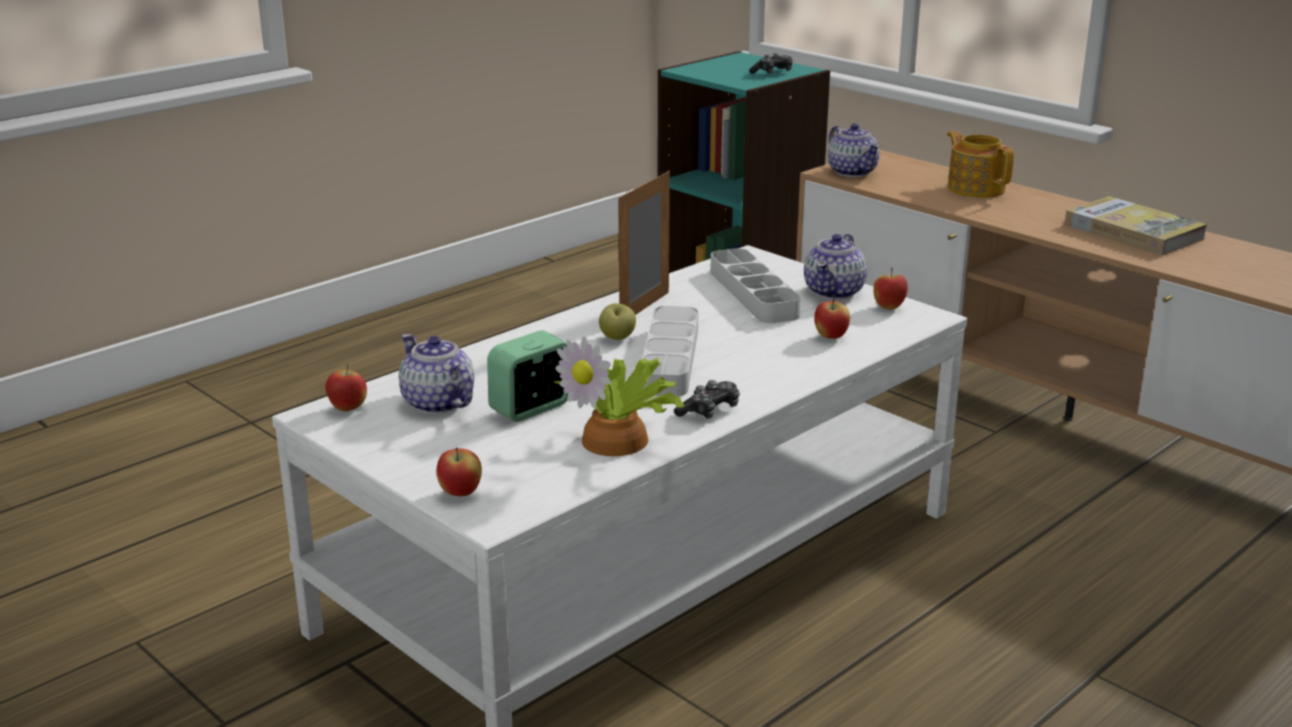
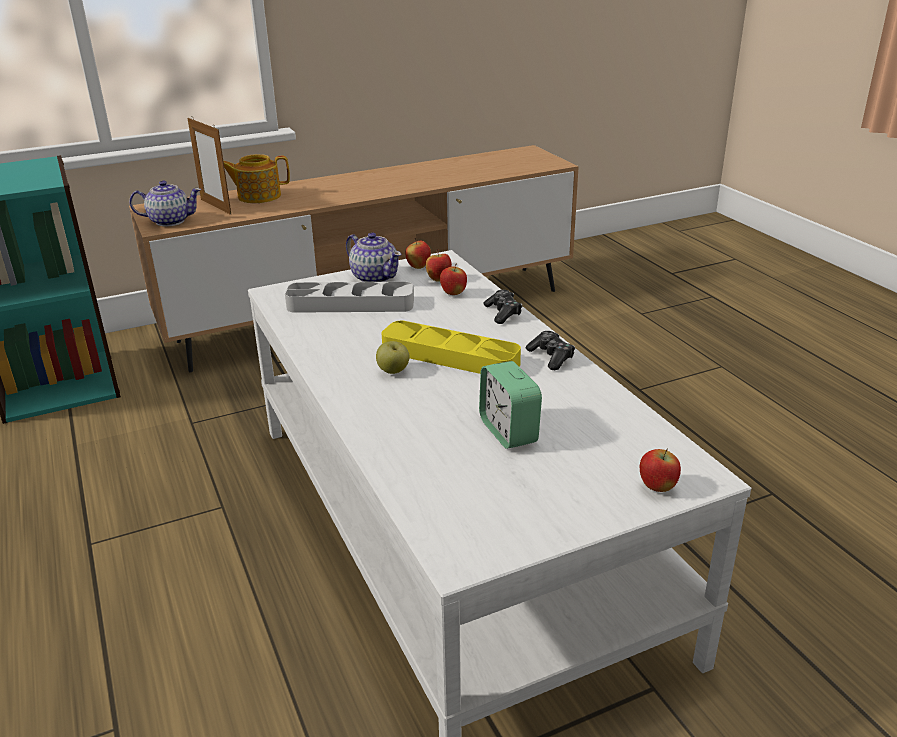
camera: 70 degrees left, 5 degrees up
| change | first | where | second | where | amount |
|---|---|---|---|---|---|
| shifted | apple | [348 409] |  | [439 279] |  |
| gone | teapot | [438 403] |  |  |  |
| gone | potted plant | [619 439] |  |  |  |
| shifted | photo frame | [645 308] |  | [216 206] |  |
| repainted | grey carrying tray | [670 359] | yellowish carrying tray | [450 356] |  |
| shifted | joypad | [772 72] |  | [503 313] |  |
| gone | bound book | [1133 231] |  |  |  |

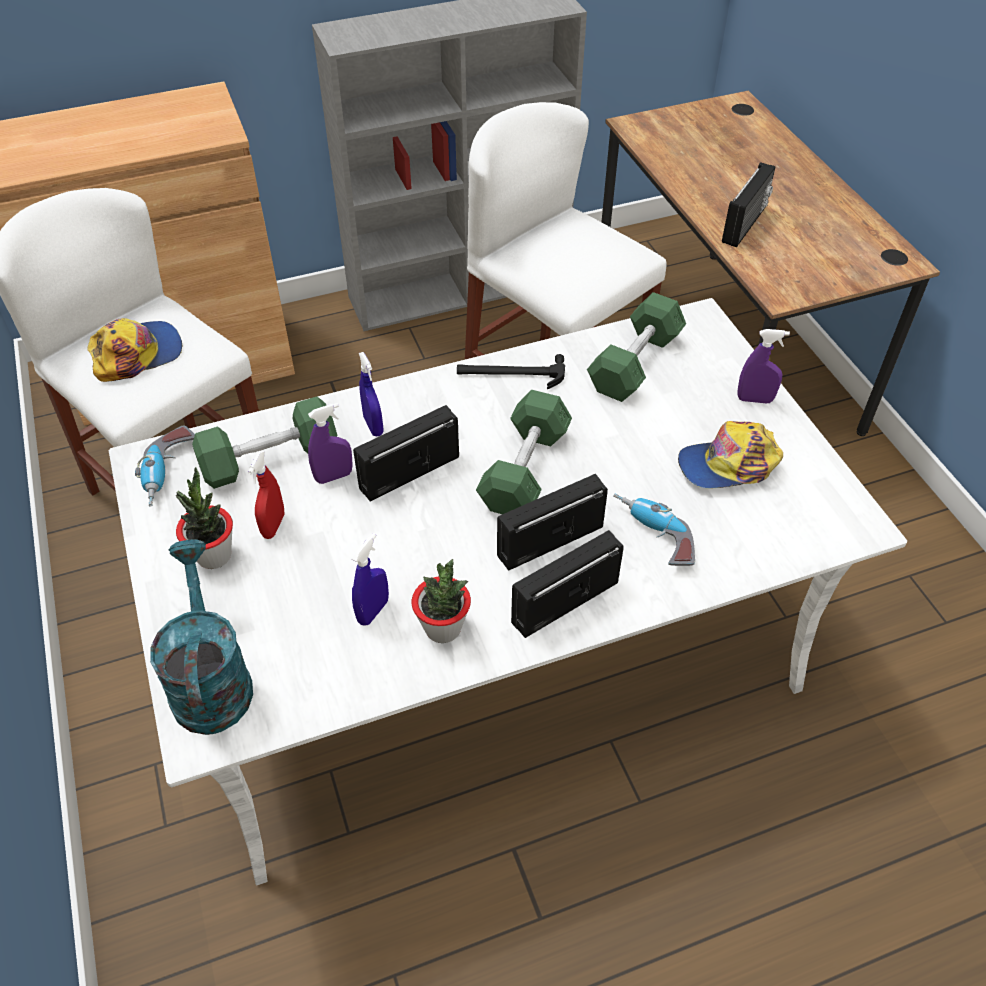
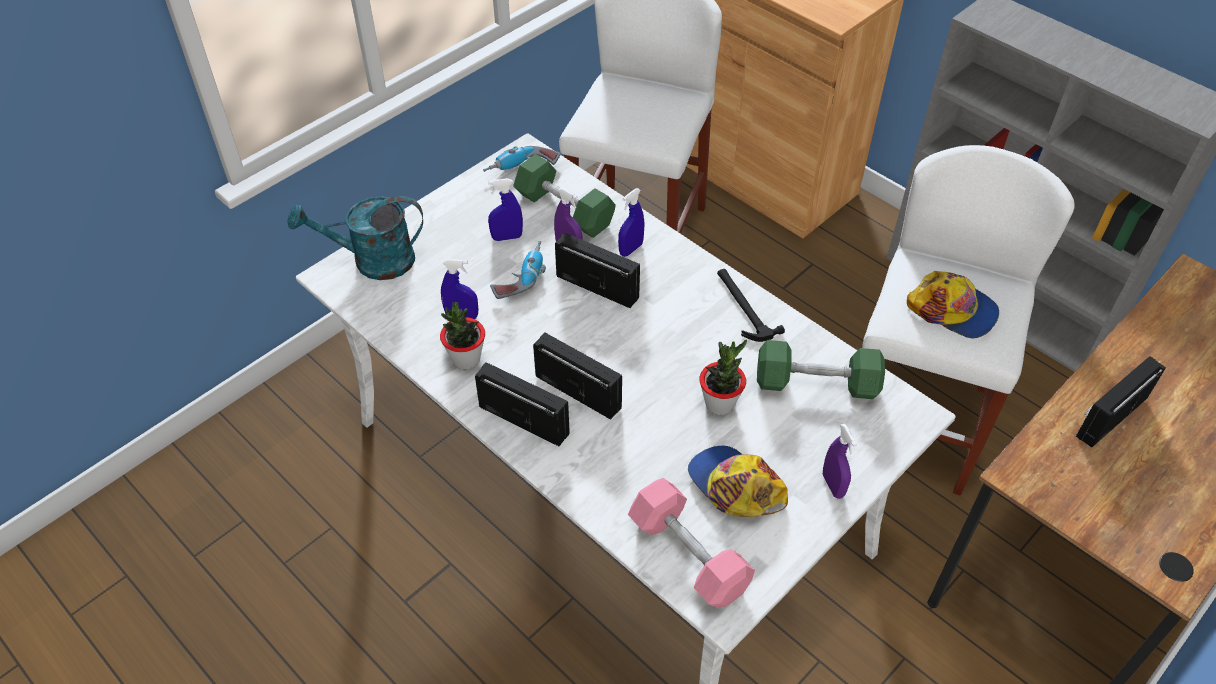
camera: 65 degrees right, 0 degrees up
| change | first | where | second | where | amount |
|---|---|---|---|---|---|
| shifted | baseball cap | [137 354] |  | [952 310] |  |
| rotated | turquoise sprinkling can | [210 679] |  | [372 261] | 150 degrees counterclockwise |
| shifted | potted plant | [214 555] |  | [719 403] |  |
| repainted | red-coloured sprayer | [273 525] | bluish sprayer | [507 237] |  |
| gone | green-coloured free weight | [524 470] |  |  |  |
| shifted | power drill | [652 536] |  | [521 277] |  |
| rotated | radio | [746 224] |  | [1109 416] | 135 degrees clockwise |
| new |  |  | pinkish free weight | [688 554] |  |

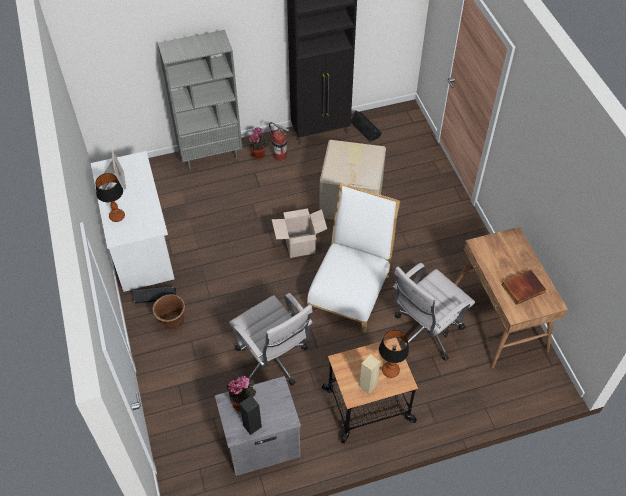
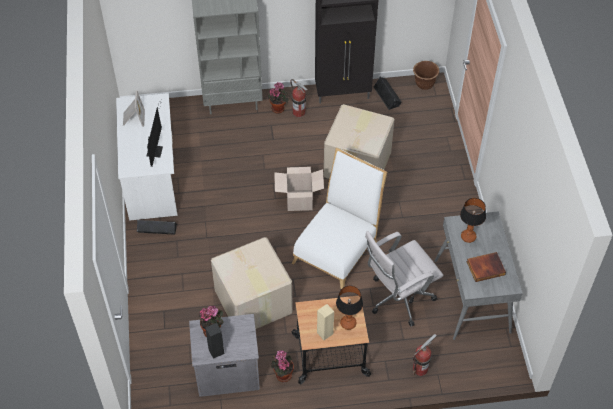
camera: 10 degrees right, 0 degrees up
| change | first | where | second | where | amount |
|---|---|---|---|---|---|
| shifted | tabletop lamp | [117 216] |  | [468 237] |  |
| shifted | brownish flower pot | [172 321] |  | [424 84] |  |
| swapped | white-coloured desk chair | [273 361] | carton | [253 303] |  |
| repainted | brownish desk table | [499 319] | grey desk table | [472 296] |  |
| new |  |  | monitor | [155 149] |  |
| new |  |  | potted plant | [282 374] |  |
| new |  |  | fire-fighting cylinder | [420 369] |  |

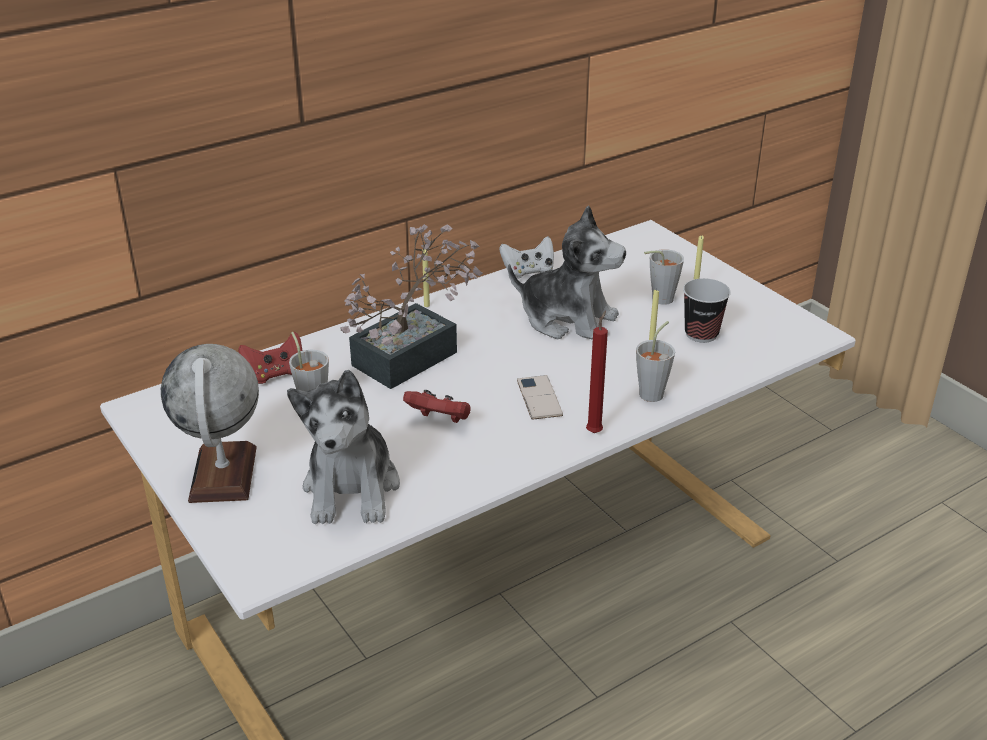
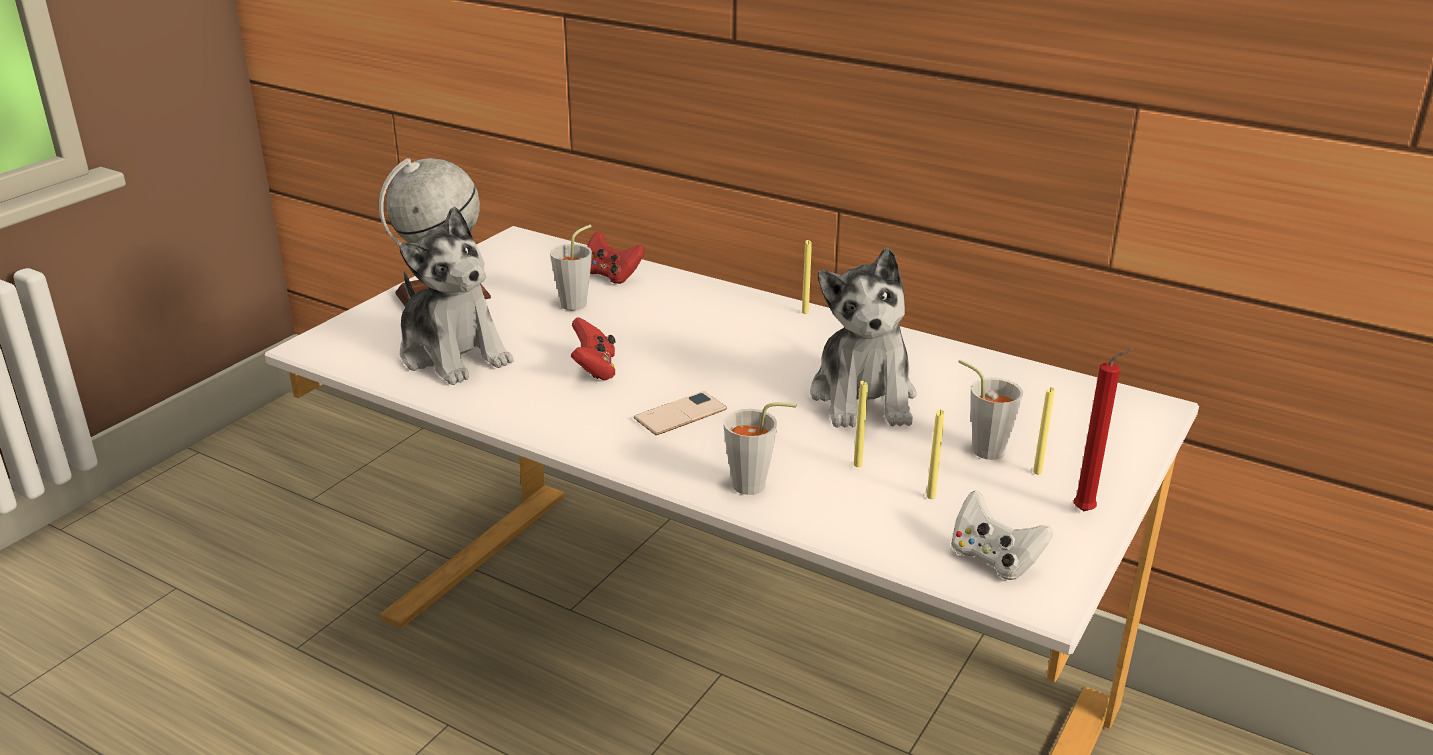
camera: 65 degrees right, 5 degrees down
| change | first | where | second | where | amount |
|---|---|---|---|---|---|
| rotated | plush toy | [352 488] |  | [453 354] | 105 degrees counterclockwise |
| gone | potted plant | [415 354] |  |  |  |
| shifted | white-coloured joypad | [528 271] |  | [993 559] |  |
| shifted | red-coloured wax light | [595 431] |  | [1087 511] |  |
| swapped | small cup | [701 334] | yellowish wax light | [931 496] |  |

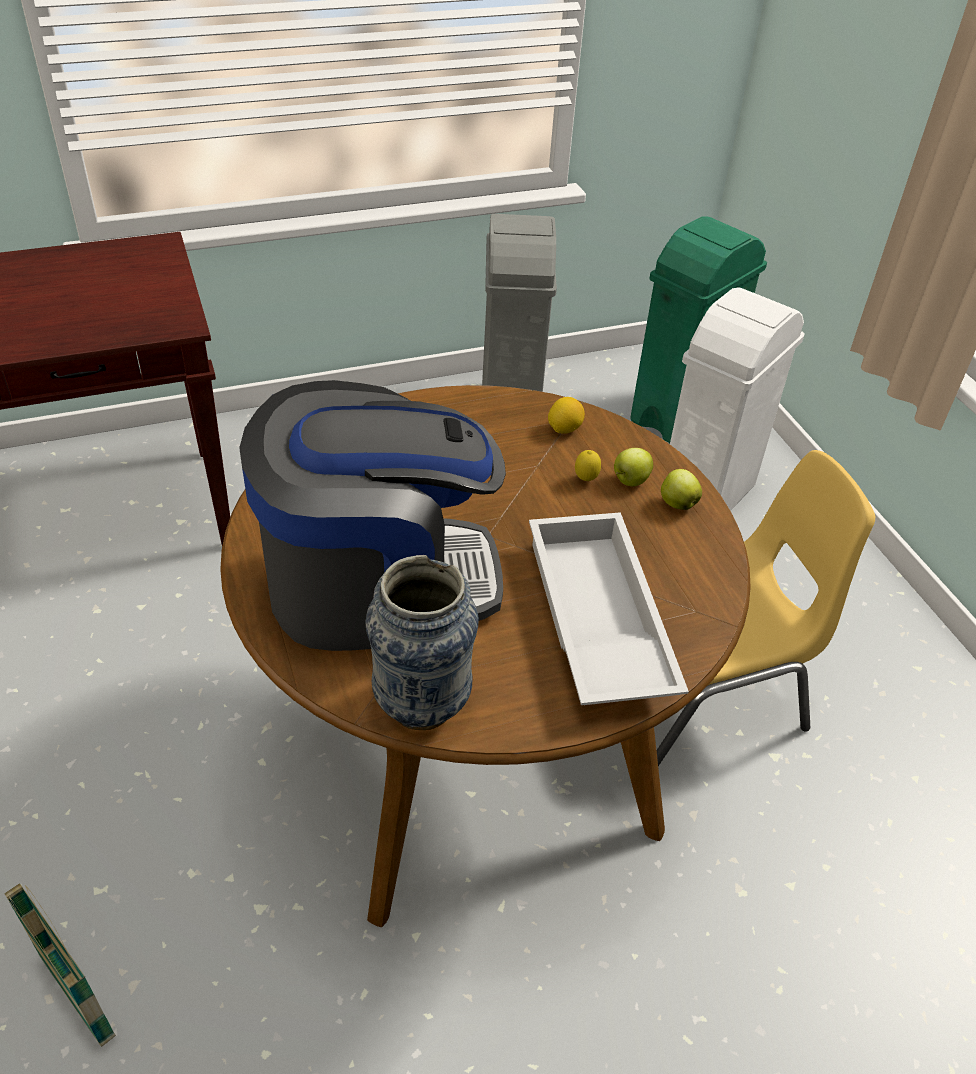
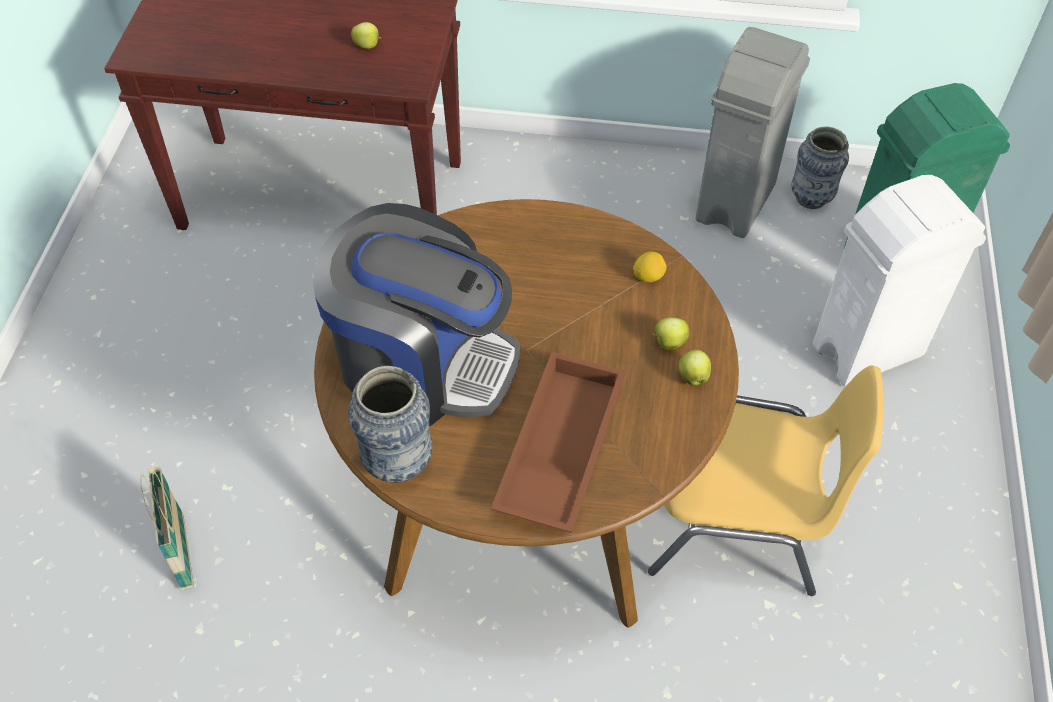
camera: 30 degrees right, 10 degrees up
| change | first | where | second | where | amount |
|---|---|---|---|---|---|
| repainted | white-coloured carrying tray | [594 620] | brownish carrying tray | [558 448] |  |
| gone | lemon | [585 480] |  |  |  |
| new |  |  | apple | [368 46] |  |
| new |  |  | vase | [811 198] |  |

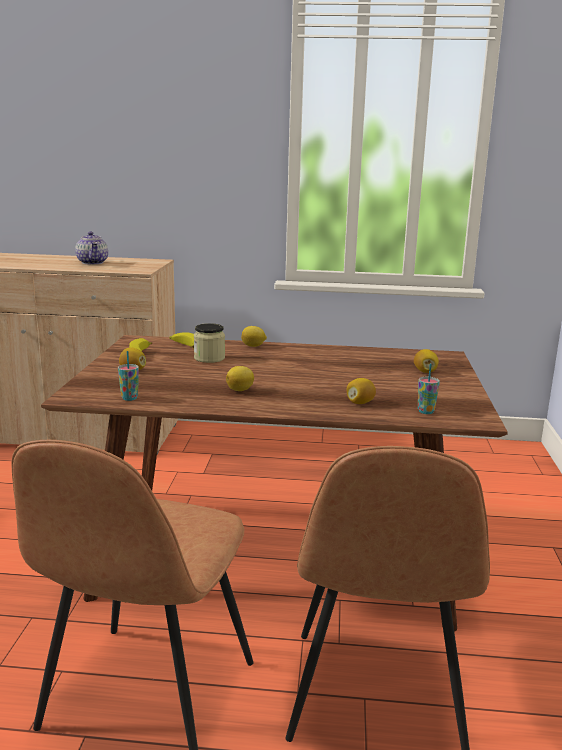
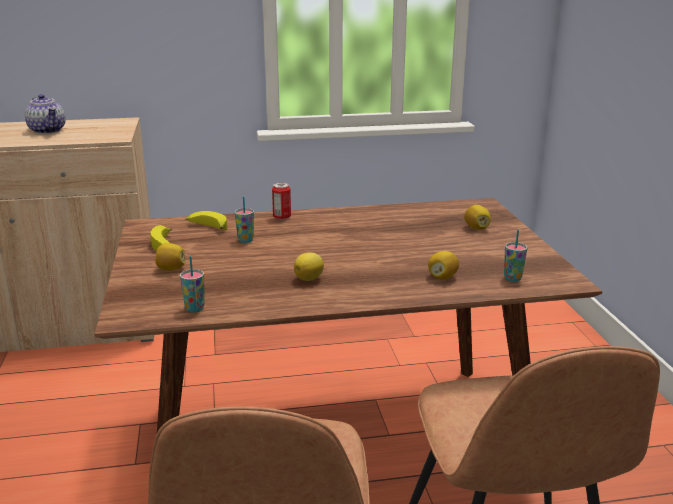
camera: 15 degrees left, 5 degrees up
| change | first | where | second | where | amount |
|---|---|---|---|---|---|
| swapped | preserve jar | [209 358] | small cup | [245 240] |  |
| swapped | lemon | [253 346] | sealed can | [282 217] |  |

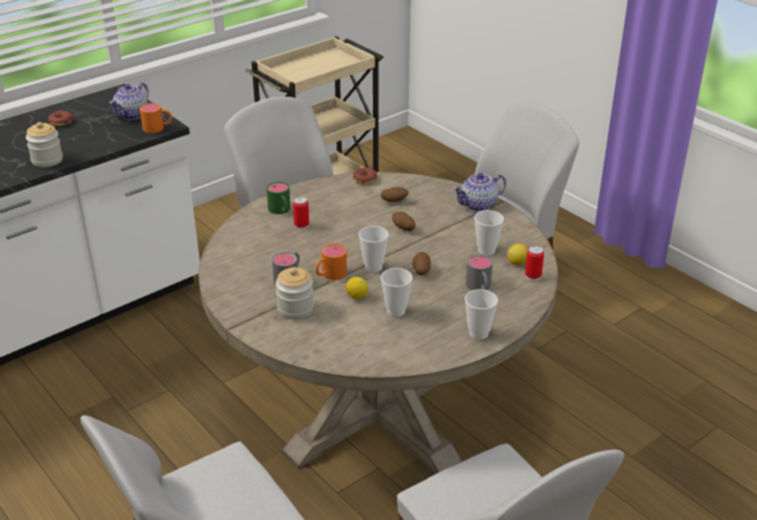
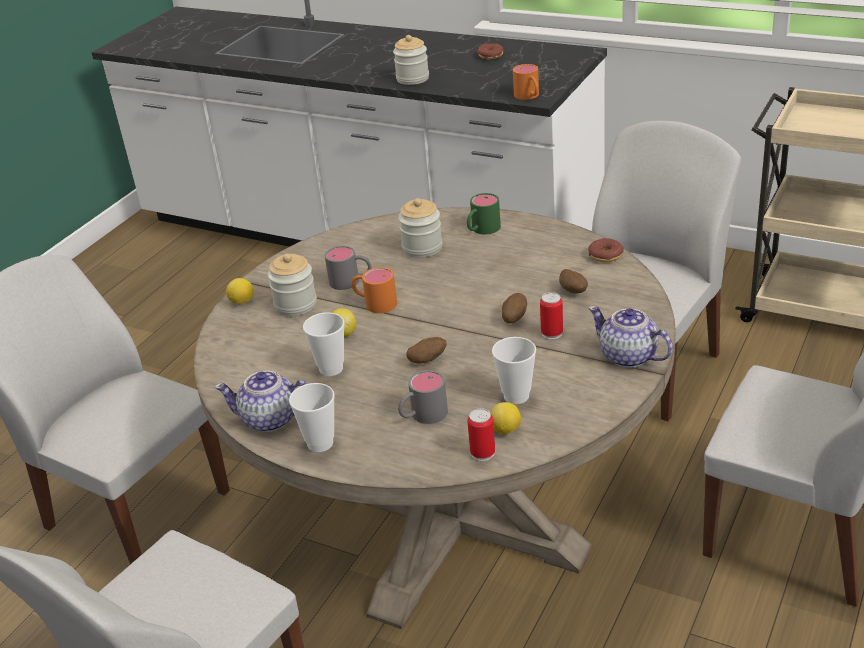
camera: 70 degrees right, 0 degrees up
| change | first | where | second | where | amount |
|---|---|---|---|---|---|
| shifted | teapot | [132 115] |  | [271 419] |  |
| shifted | sealed can | [301 225] |  | [552 333] |  |
| gone | small cup | [373 267] |  |  |  |
| new |  |  | lemon | [242 302] |  |
| new |  |  | preserve jar | [422 248] |  |

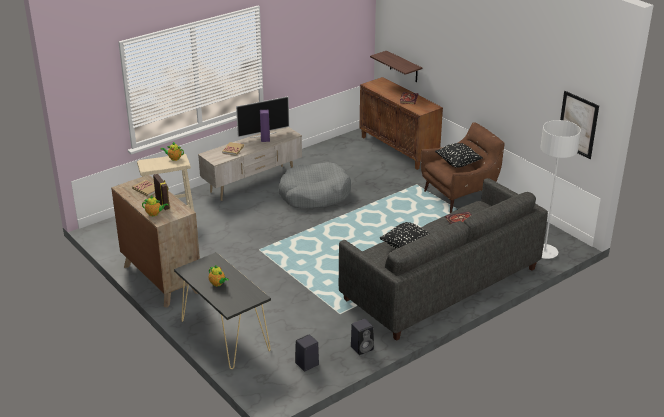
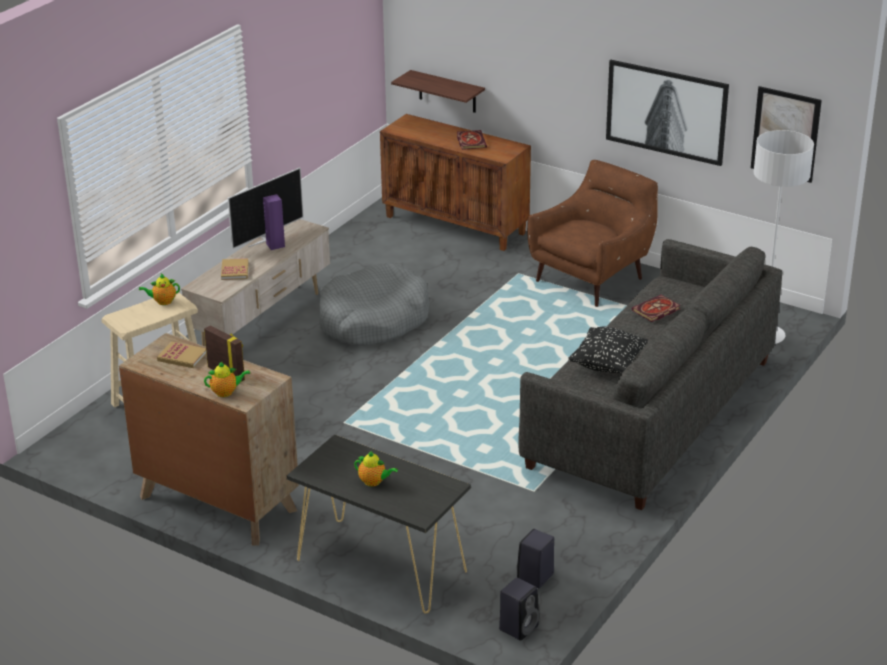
camera: 20 degrees left, 0 degrees up
| change | first | where | second | where | amount |
|---|---|---|---|---|---|
| shifted | black speaker | [362 348] |  | [519 627] |  |
| gone | black pillow | [458 163] |  |  |  |
| new |  |  | wall art | [667 111] |  |

